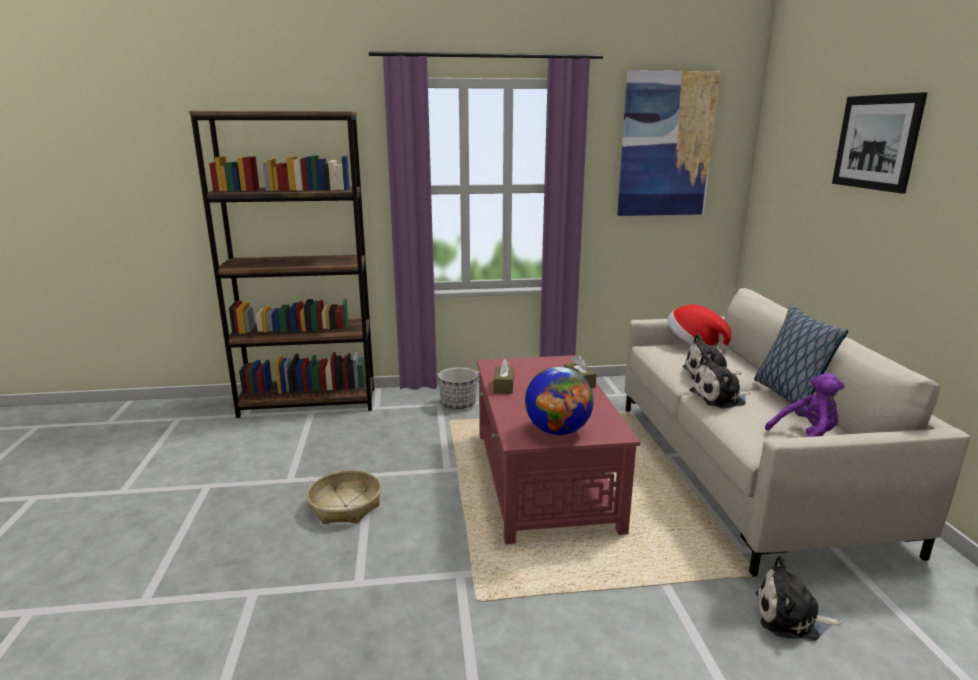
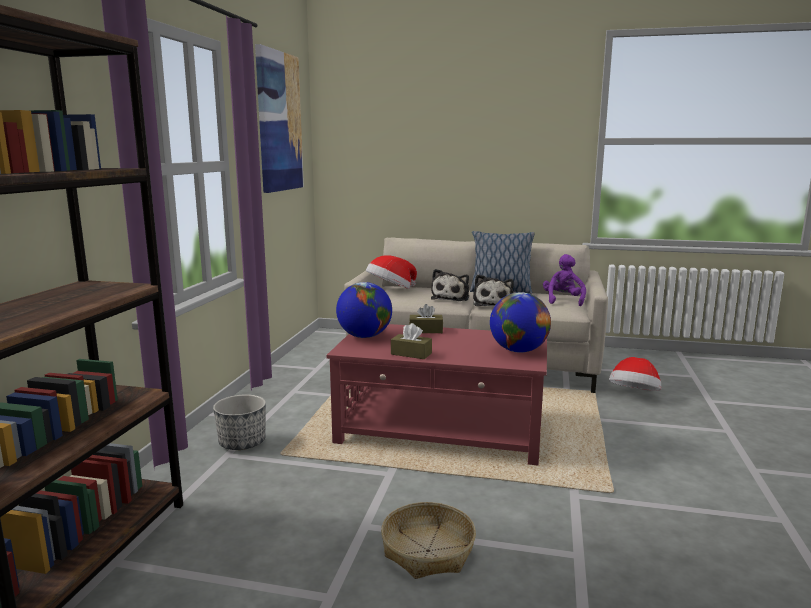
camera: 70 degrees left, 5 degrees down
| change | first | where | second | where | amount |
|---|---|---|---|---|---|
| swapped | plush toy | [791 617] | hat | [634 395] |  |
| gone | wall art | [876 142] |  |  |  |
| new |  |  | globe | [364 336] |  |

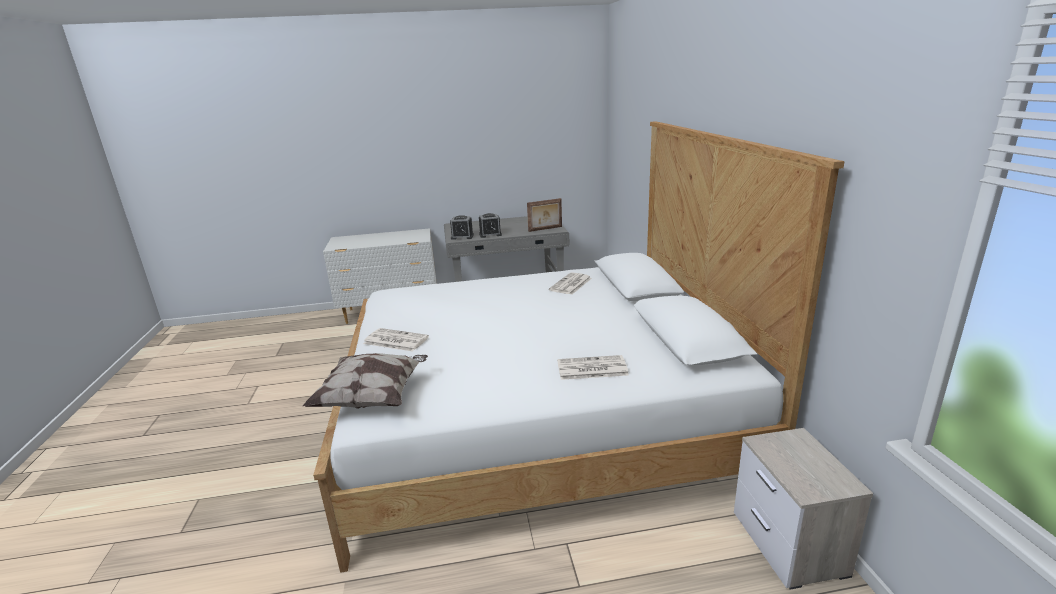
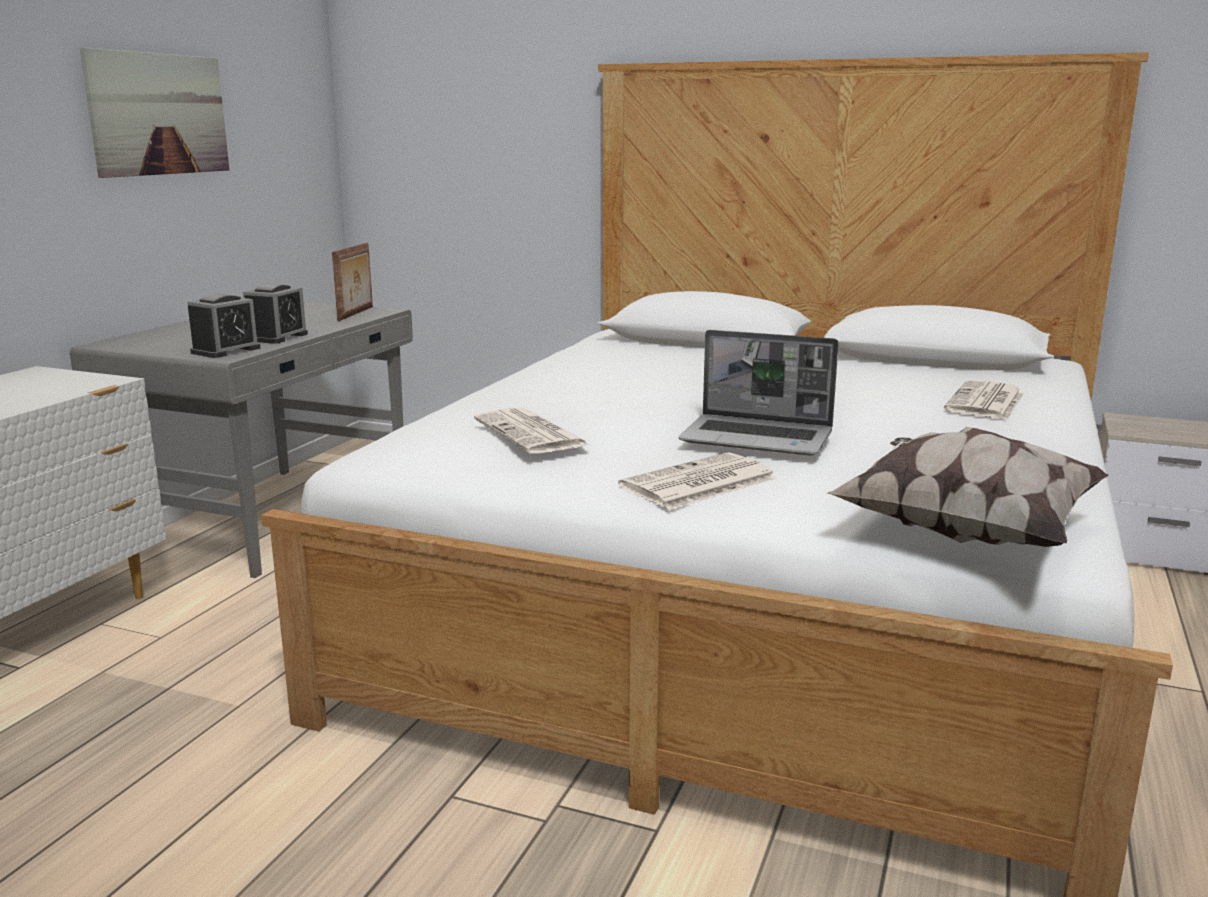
camera: 60 degrees left, 5 degrees down
| change | first | where | second | where | amount |
|---|---|---|---|---|---|
| shifted | daily paper | [571 284] |  | [532 433] |  |
| new |  |  | wall art | [159 114] |  |
| new |  |  | notebook computer | [759 438] |  |

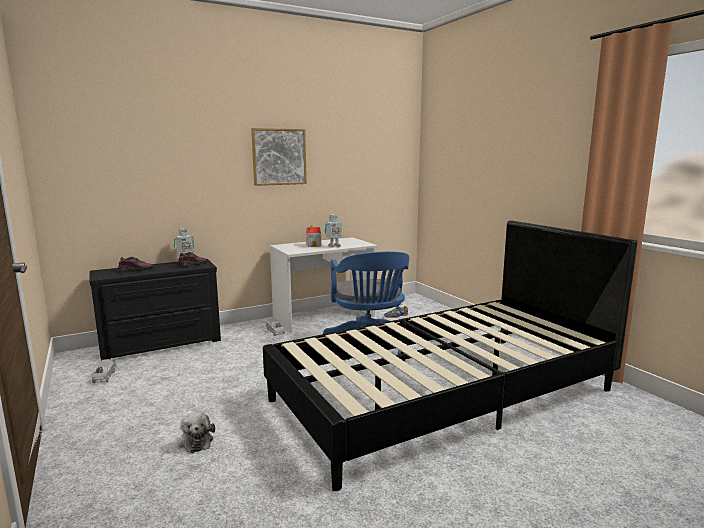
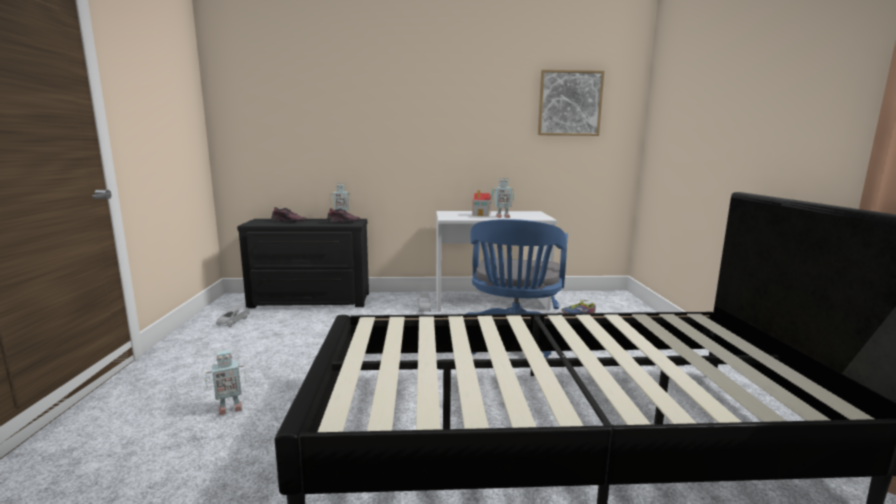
camera: 25 degrees right, 0 degrees up
| change | first | where | second | where | amount |
|---|---|---|---|---|---|
| swapped | plush toy | [196 441] | robot figure | [229 408] |  |
| shifted | wall art | [279 157] |  | [569 103] |  |

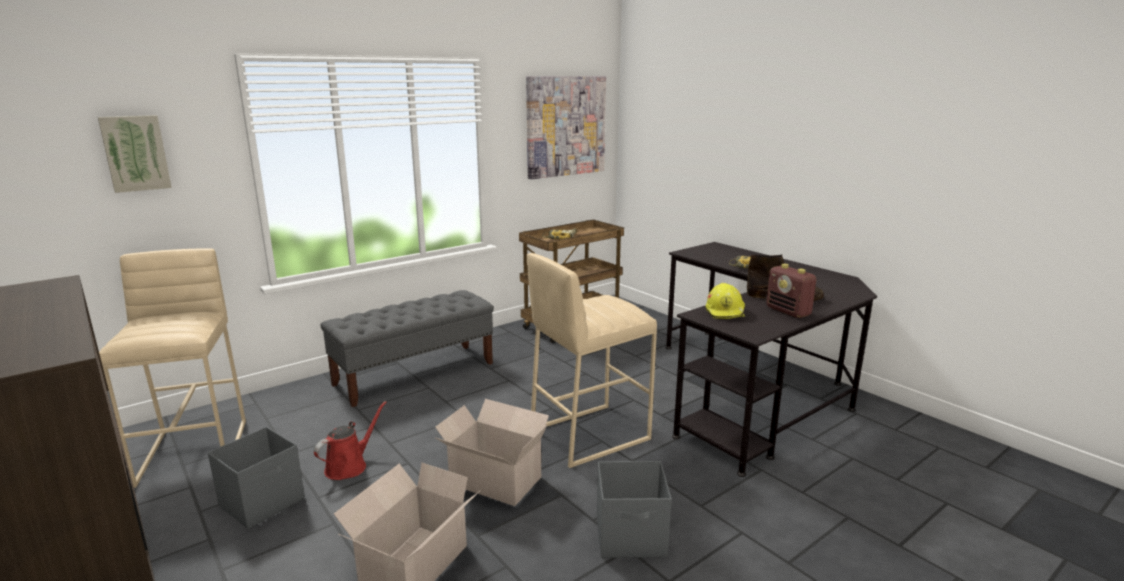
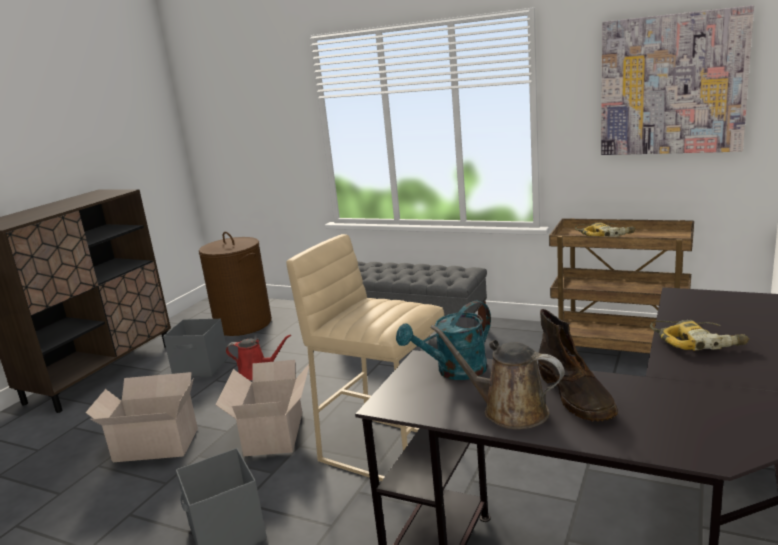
camera: 65 degrees right, 0 degrees up
| change | first | where | second | where | amount |
|---|---|---|---|---|---|
| gone | wall art | [135 153] |  |  |  |
| swapped | beige sitting stool | [195 450] | brownish hamper | [243 324] |  |
| swapped | yellowish safety helmet | [725 312] | turquoise sprinkling can | [454 372] |  |
| swapped | radio | [788 312] | brownish sprinkling can | [509 410] |  |

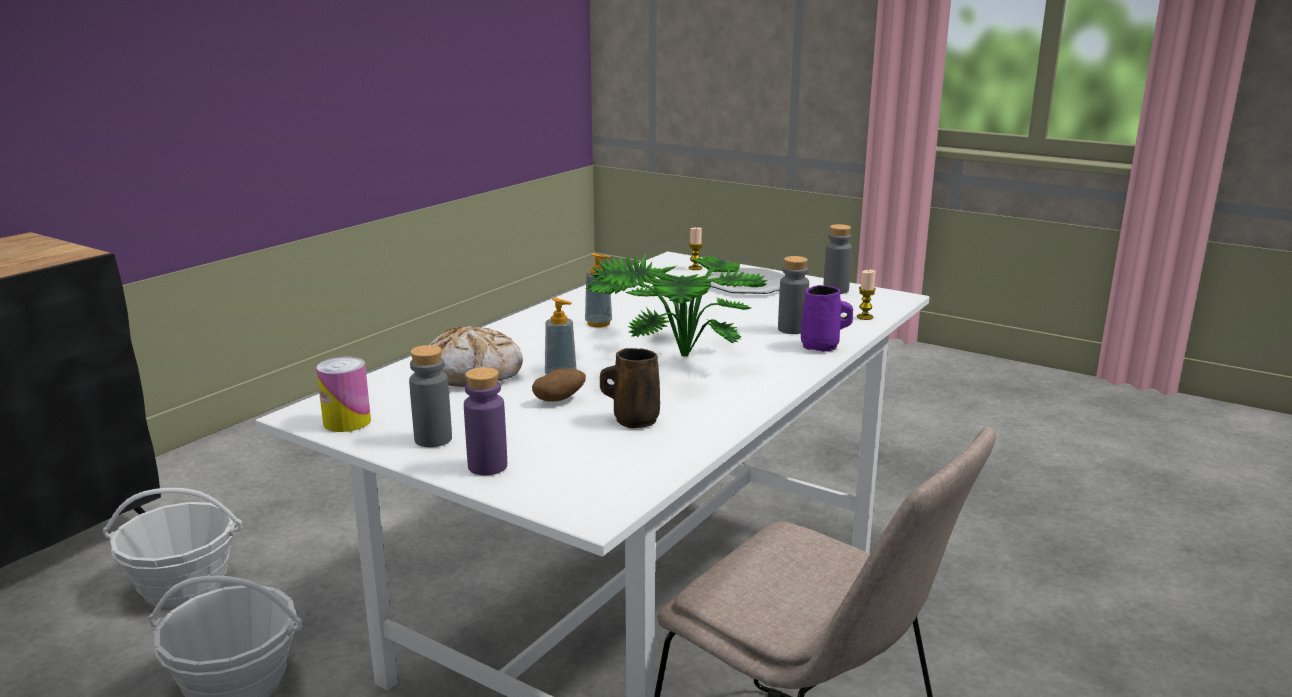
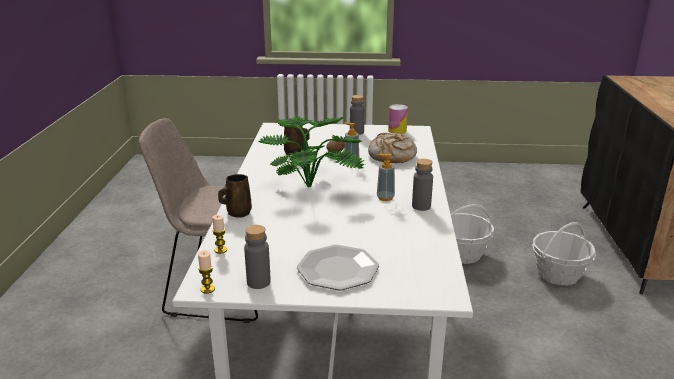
camera: 150 degrees right, 5 degrees up
| change | first | where | second | where | amount |
|---|---|---|---|---|---|
| gone | purple beverage bottle | [487 466] |  |  |  |
| shifted | wax light | [695 268] |  | [207 289] |  |
| shifted | grey beverage bottle | [792 329] |  | [421 206] |  |
| repainted | purple tea mug | [822 346] | brownish tea mug | [237 213] |  |

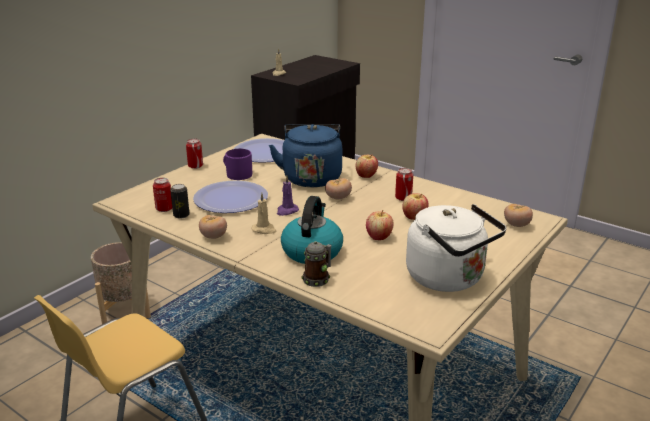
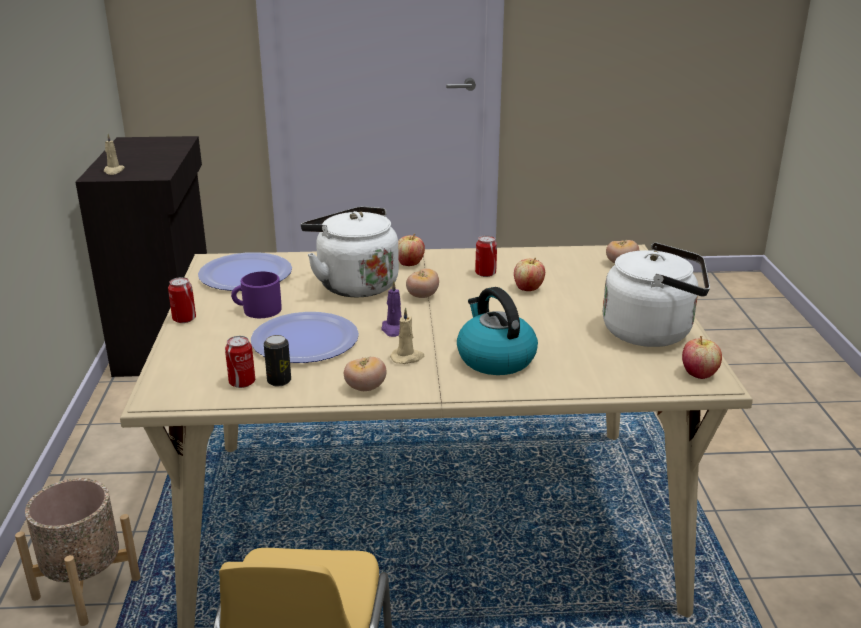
camera: 40 degrees left, 0 degrees up
| change | first | where | second | where | amount |
|---|---|---|---|---|---|
| repainted | bluish kettle | [311 177] | white-coloured kettle | [354 284] |  |
| gone | tea mug | [318 278] |  |  |  |
| shifted | apple | [379 237] |  | [699 374] |  |

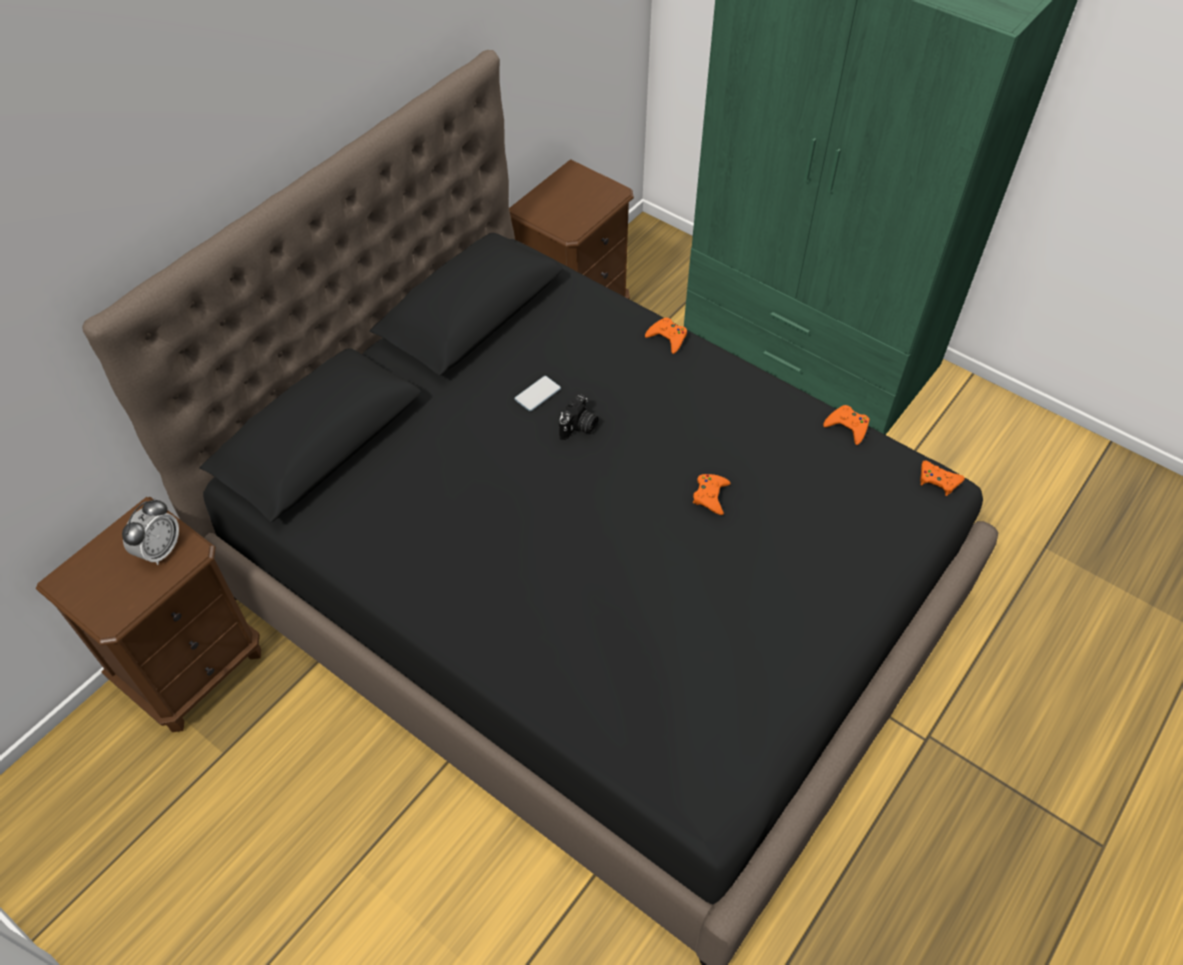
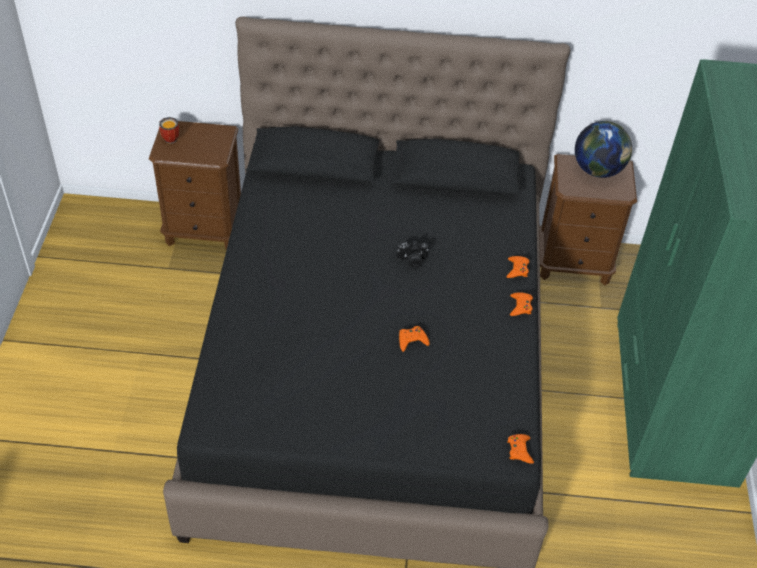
camera: 55 degrees right, 5 degrees down
| change | first | where | second | where | amount |
|---|---|---|---|---|---|
| gone | table clock | [160 550] |  |  |  |
| gone | telephone | [537 394] |  |  |  |
| shifted | orangey joypad | [847 427] |  | [520 306] |  |
| new |  |  | tea mug | [172 137] |  |
| new |  |  | globe | [598 170] |  |

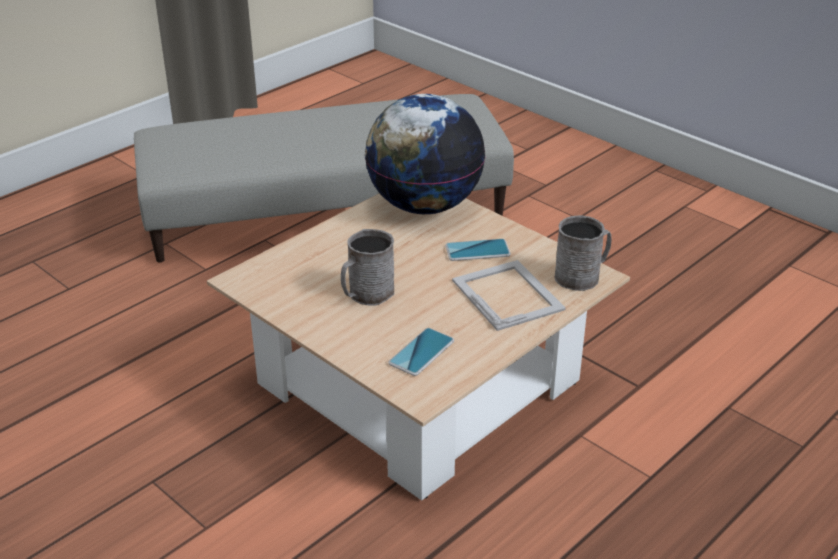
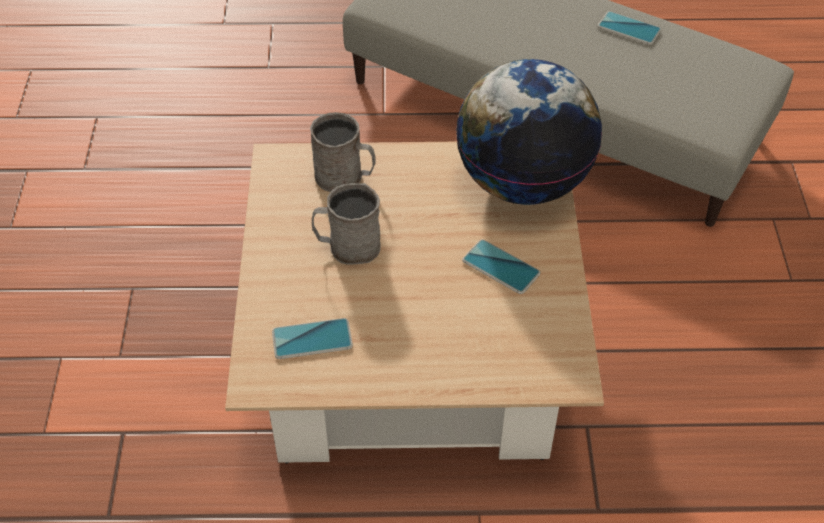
camera: 45 degrees right, 15 degrees up
| change | first | where | second | where | amount |
|---|---|---|---|---|---|
| gone | photo frame | [507 294] |  |  |  |
| shifted | grey tea mug | [582 276] |  | [345 177] |  |
| new |  |  | telephone | [629 29] |  |

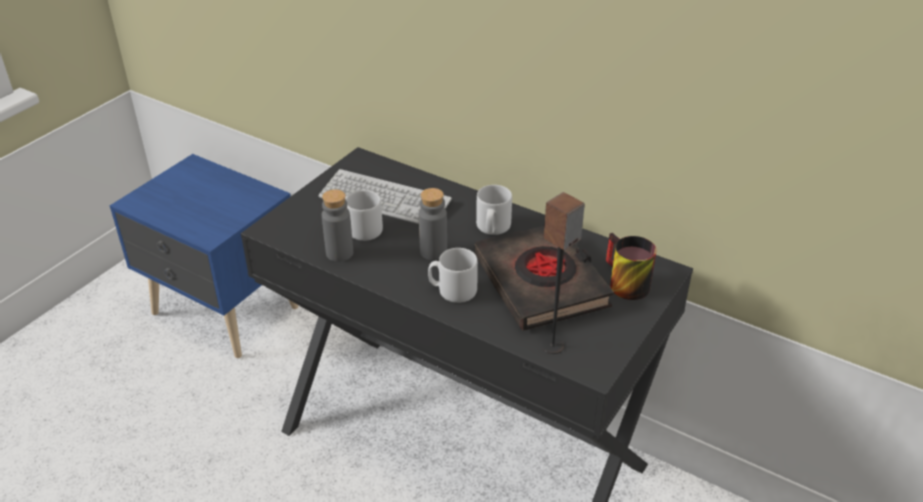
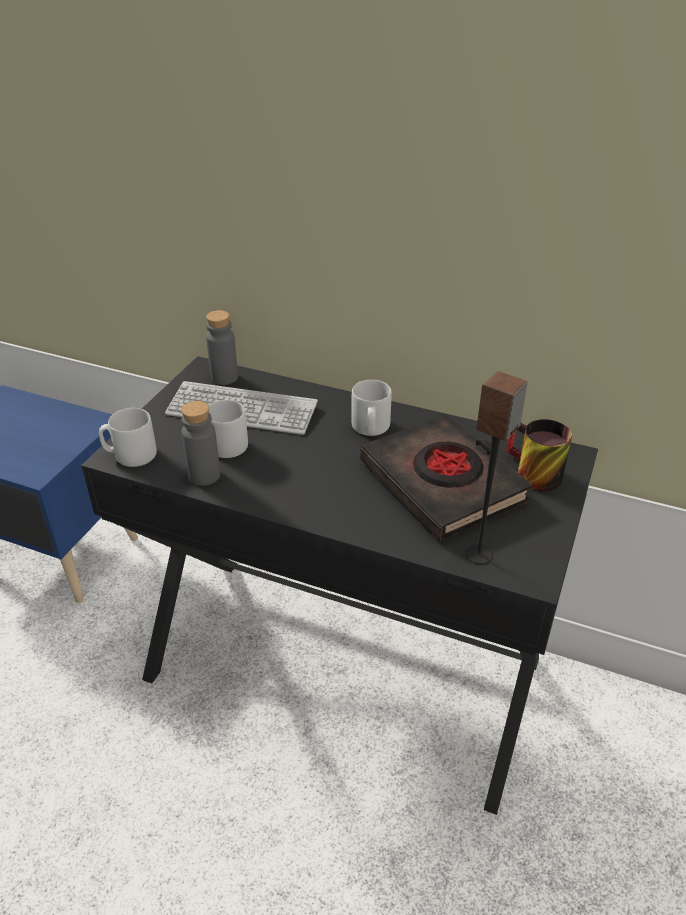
camera: 10 degrees left, 0 degrees up
| change | first | where | second | where | amount |
|---|---|---|---|---|---|
| shifted | grey beverage bottle | [433 251] |  | [224 377] |  |
| shifted | grey tea mug | [452 290] |  | [130 455] |  |

